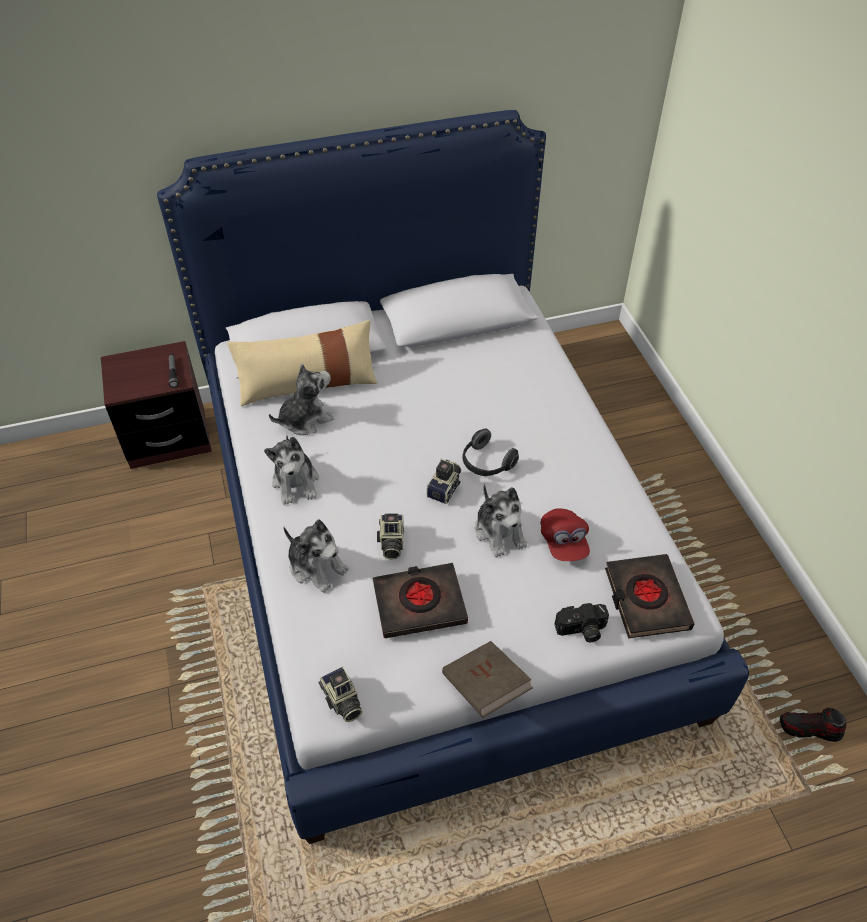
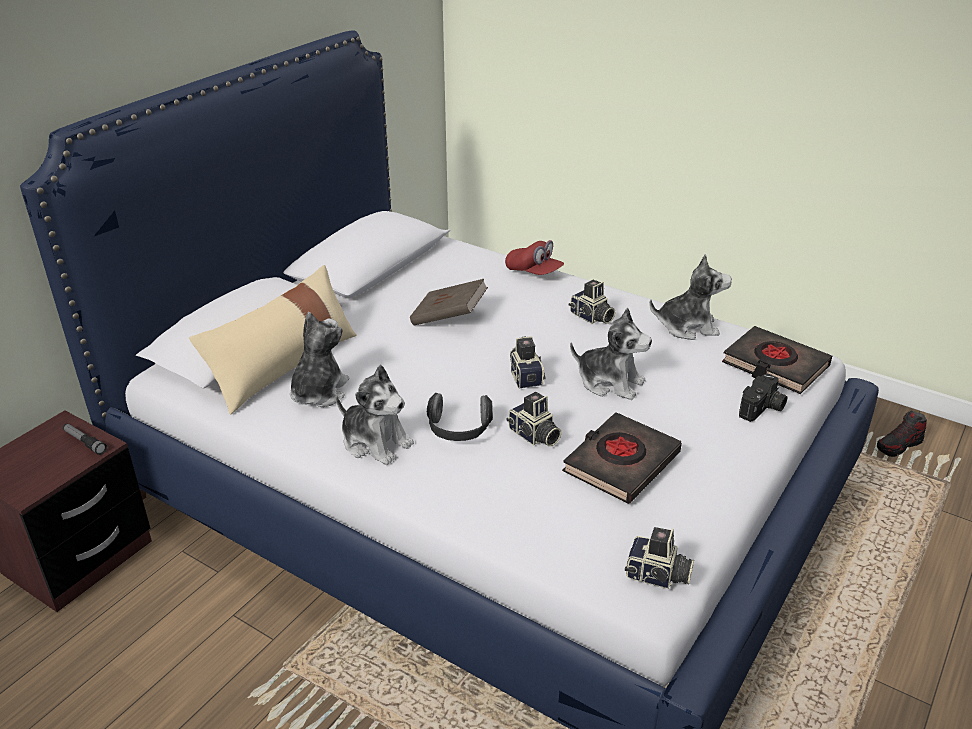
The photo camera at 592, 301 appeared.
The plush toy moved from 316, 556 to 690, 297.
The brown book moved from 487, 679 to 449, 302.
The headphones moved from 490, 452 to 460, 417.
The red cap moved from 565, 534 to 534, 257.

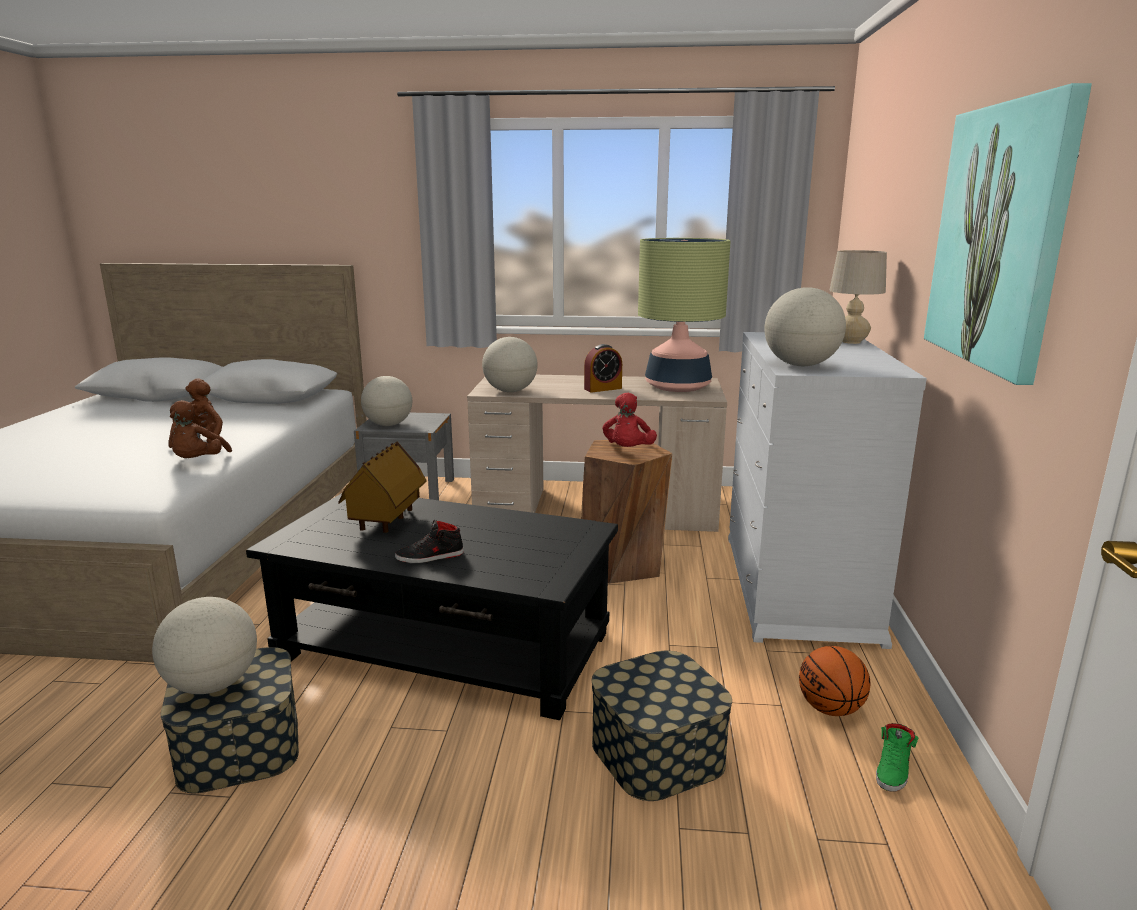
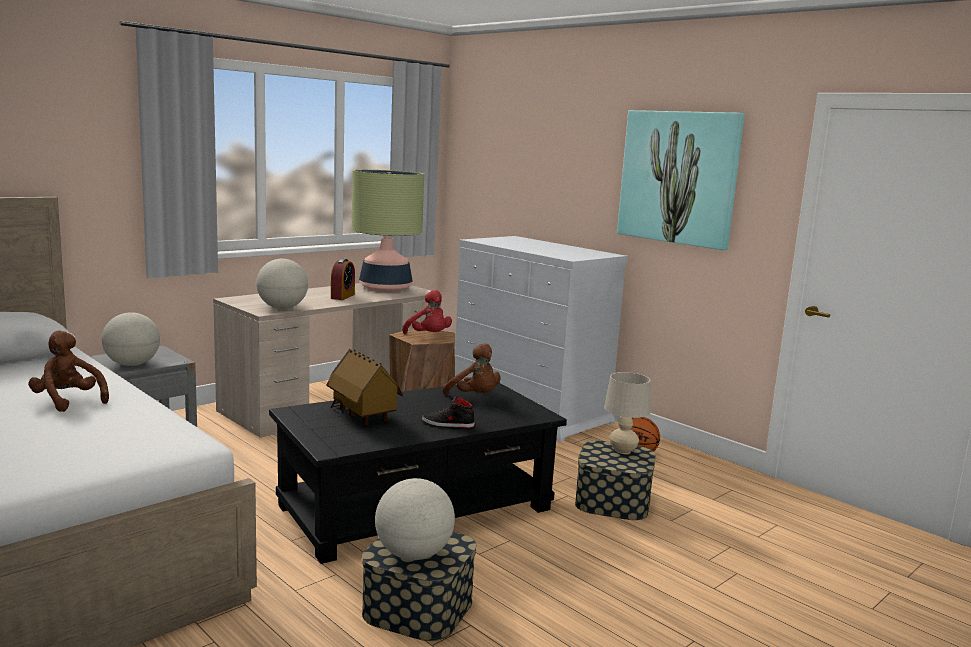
The globe at 805, 326 disappeared.
The green shoe at 897, 757 disappeared.
The brown plush toy moved from 201, 429 to 471, 369.
The beige table lamp moved from 858, 297 to 627, 413.
The black shoe at 429, 541 turned 75 degrees clockwise.

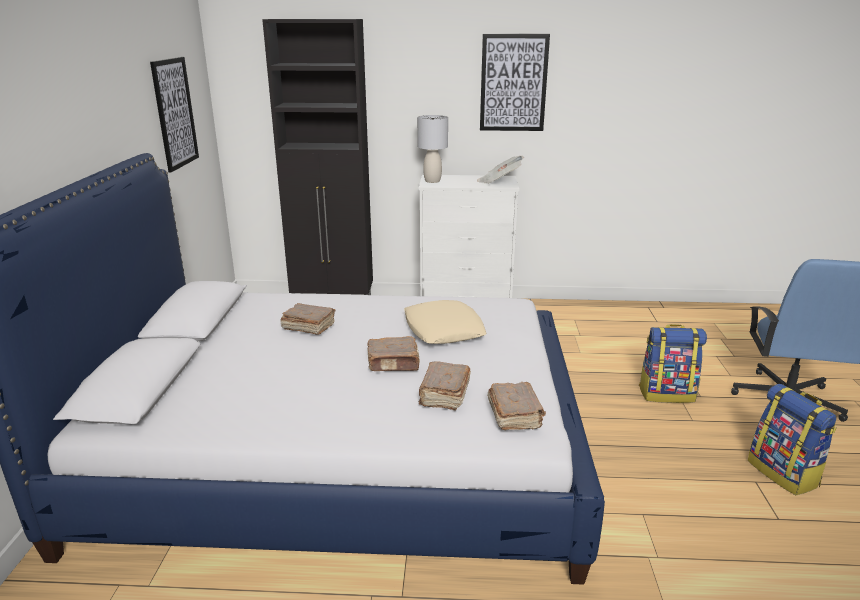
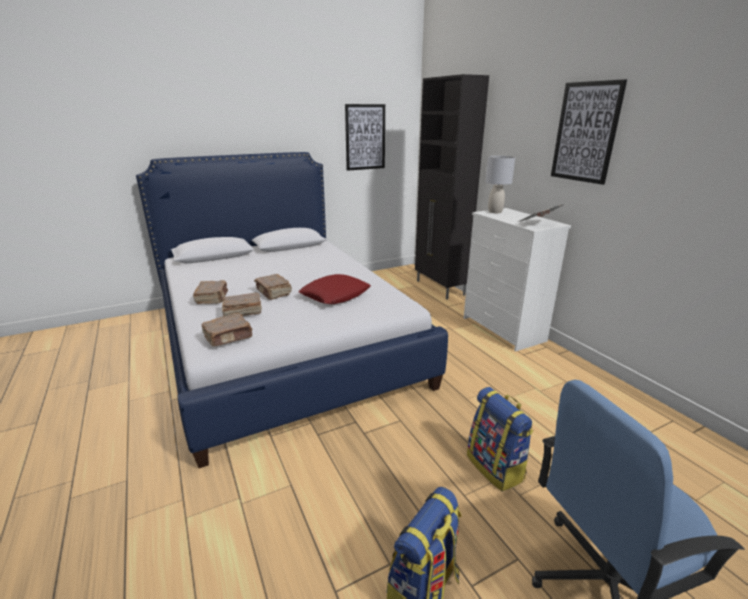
The brown book moved from 308, 319 to 210, 292.
The beige pillow at 445, 322 became the red pillow at 334, 289.

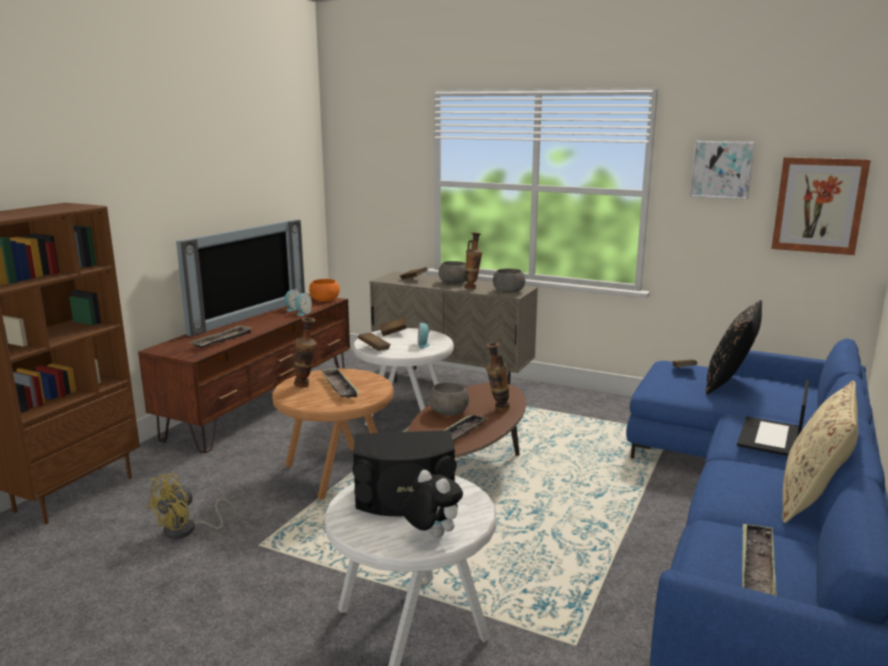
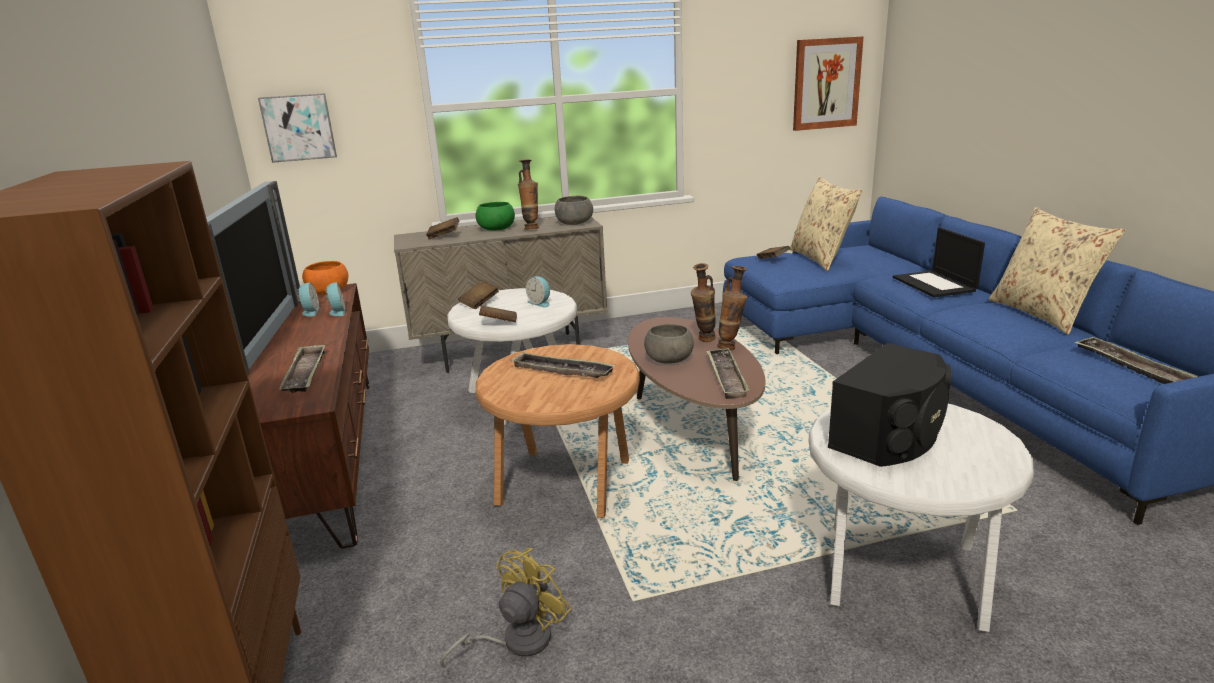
The plush toy at 432, 504 disappeared.
The vase moved from 305, 352 to 732, 308.
The picture moved from 722, 170 to 297, 128.
The grey bowl at 452, 272 became the green bowl at 495, 216.
The black pillow at 734, 347 became the beige pillow at 826, 224.
The yellow fan at 191, 506 turned 135 degrees counterclockwise.

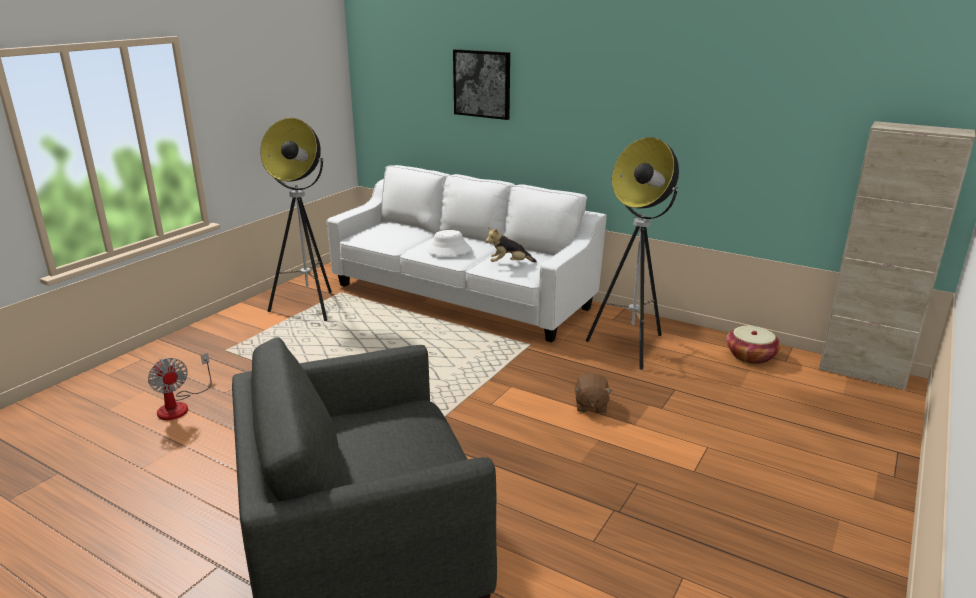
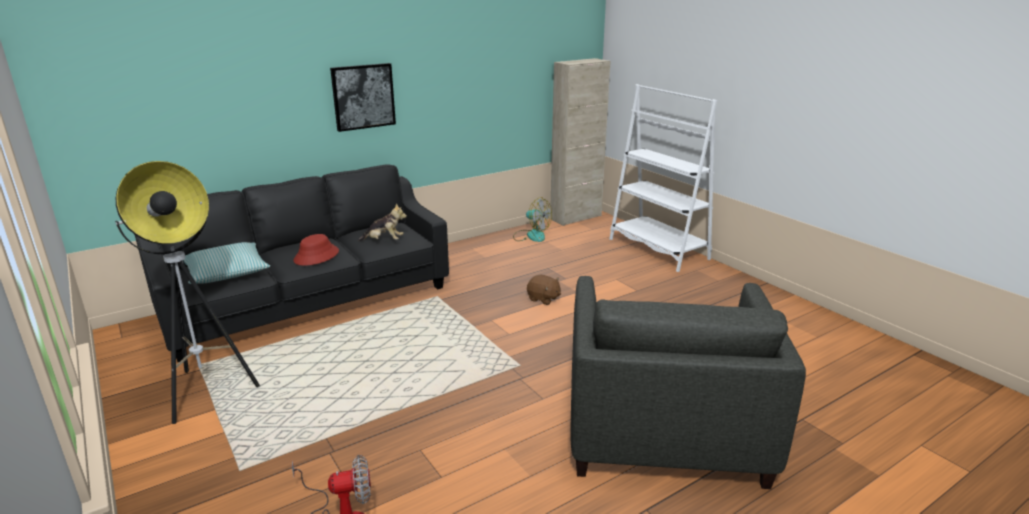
The floor lamp at 632, 253 disappeared.
The pillow at 226, 263 appeared.
The white bookcase at 663, 178 appeared.
The picture moved from 481, 84 to 363, 97.
The basket at 753, 344 was replaced by the fan at 532, 219.
The white sofa at 467, 253 became the black sofa at 292, 263.
The white hat at 449, 243 became the red hat at 316, 250.
The plush toy at 511, 244 turned 105 degrees counterclockwise.

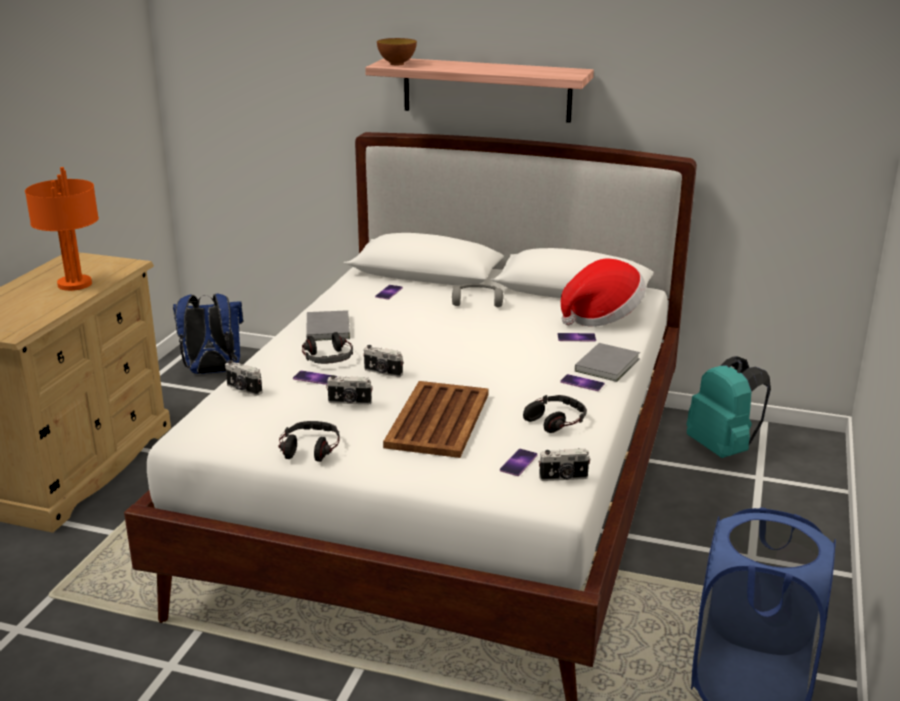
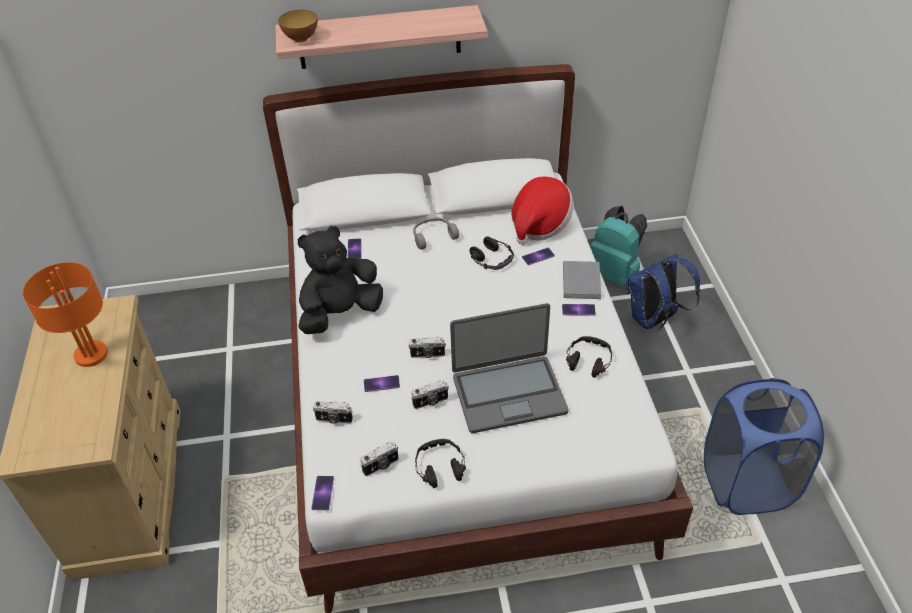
The blue backpack moved from 208, 333 to 663, 292.
The headphones moved from 327, 348 to 491, 253.
The phone moved from 519, 462 to 322, 493.
The photo camera moved from 564, 464 to 379, 458.
The grey book at 328, 325 was replaced by the black plush toy at 340, 280.
The brown tray at 436, 419 was replaced by the laptop at 509, 368.

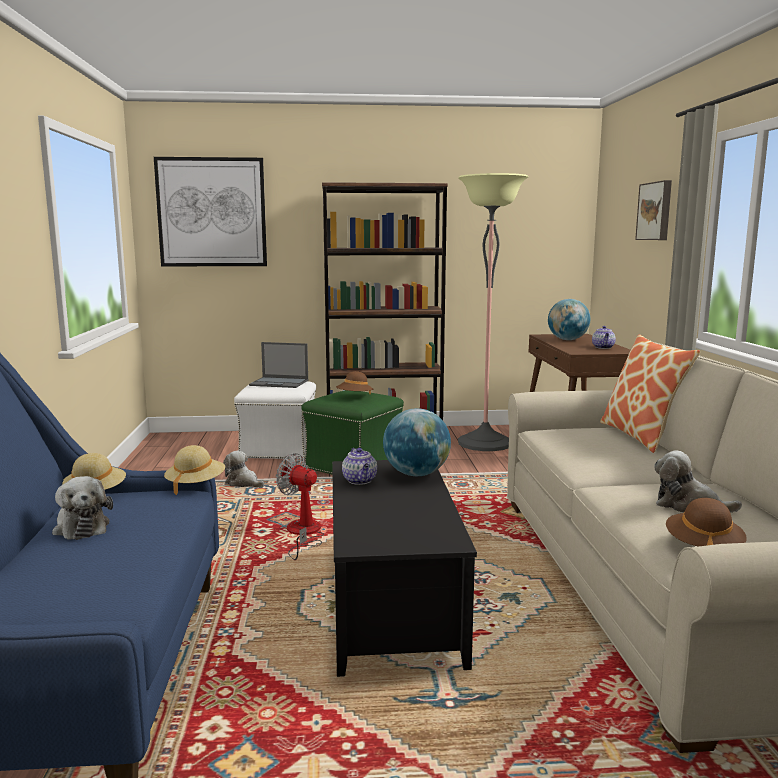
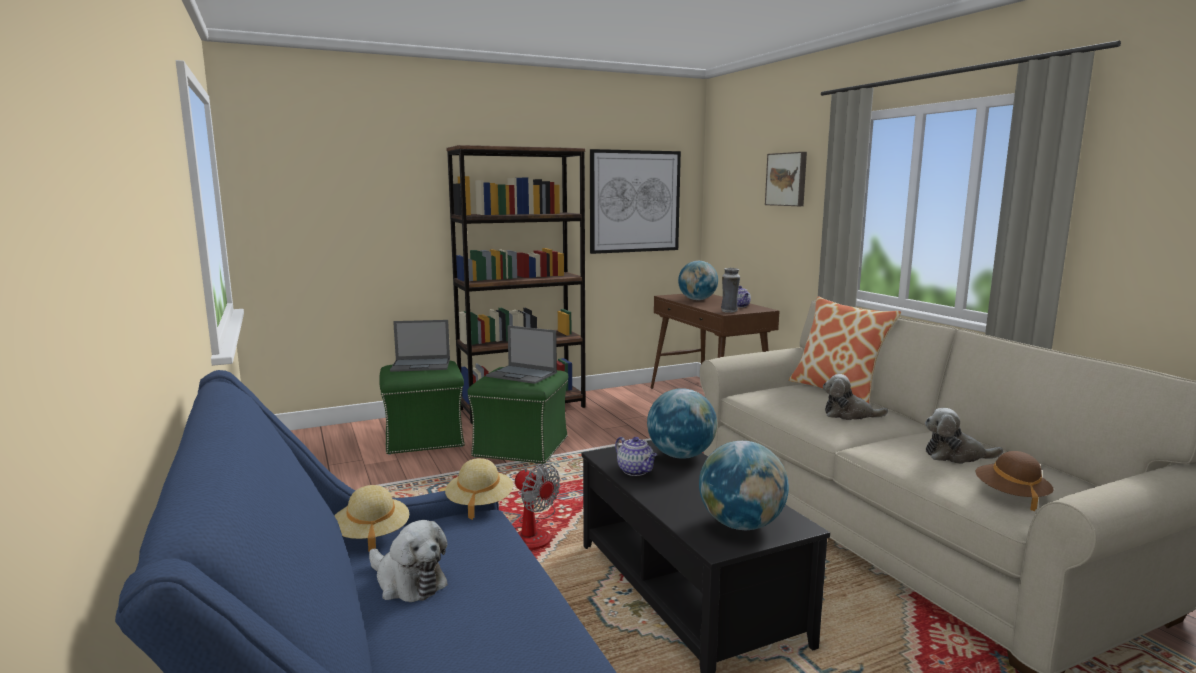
The floor lamp at 493, 312 disappeared.
The globe at 744, 486 appeared.
The vase at 730, 290 appeared.
The picture moved from 210, 211 to 635, 201.
The plush toy moved from 243, 469 to 855, 397.
The brown hat at 354, 382 was replaced by the laptop at 521, 354.
The white ottoman at 275, 420 became the green ottoman at 422, 408.
The fan at 300, 506 turned 150 degrees counterclockwise.

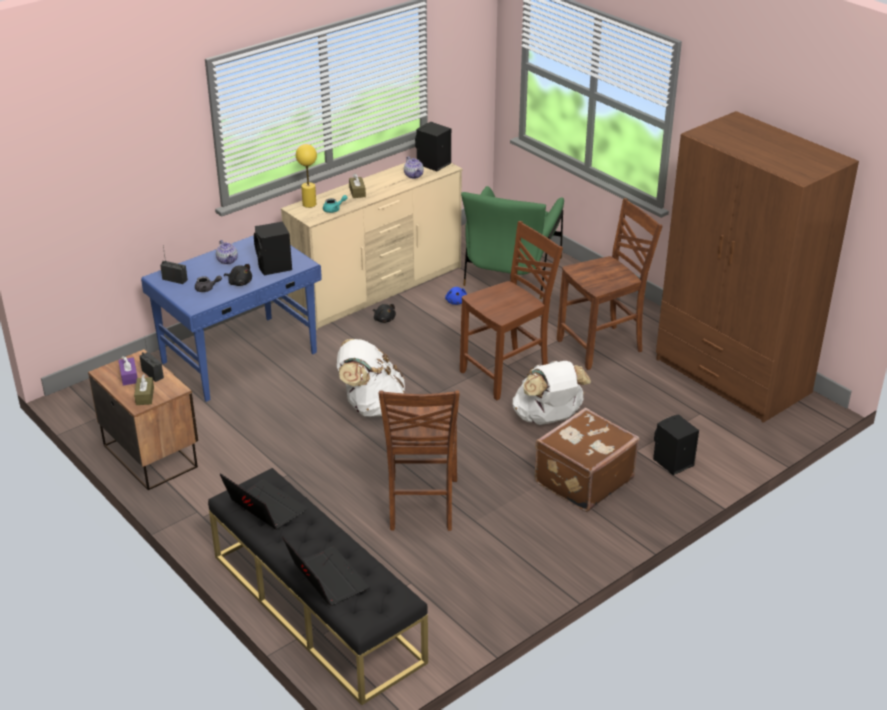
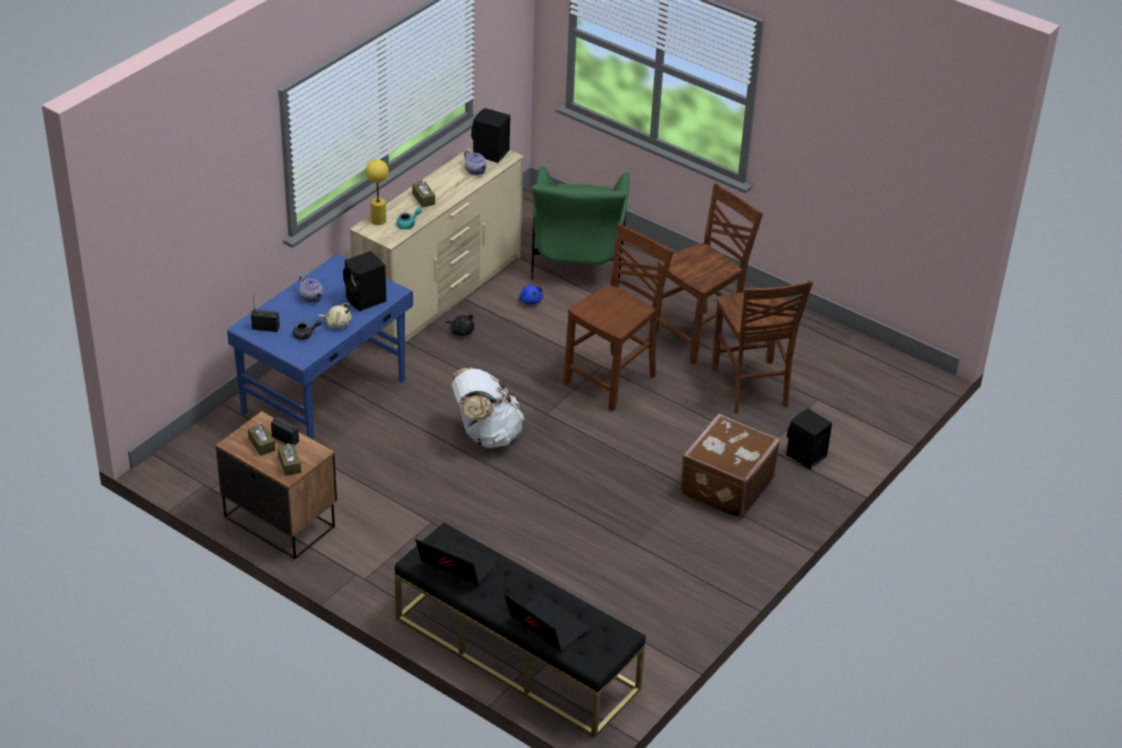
The white backpack at 551, 393 disappeared.
The brown wardrobe at 757, 267 disappeared.
The brown chair moved from 419, 460 to 762, 347.
The purple tissue box at 128, 371 became the brown tissue box at 261, 440.
The black plush toy at 238, 275 became the beige plush toy at 335, 315.

